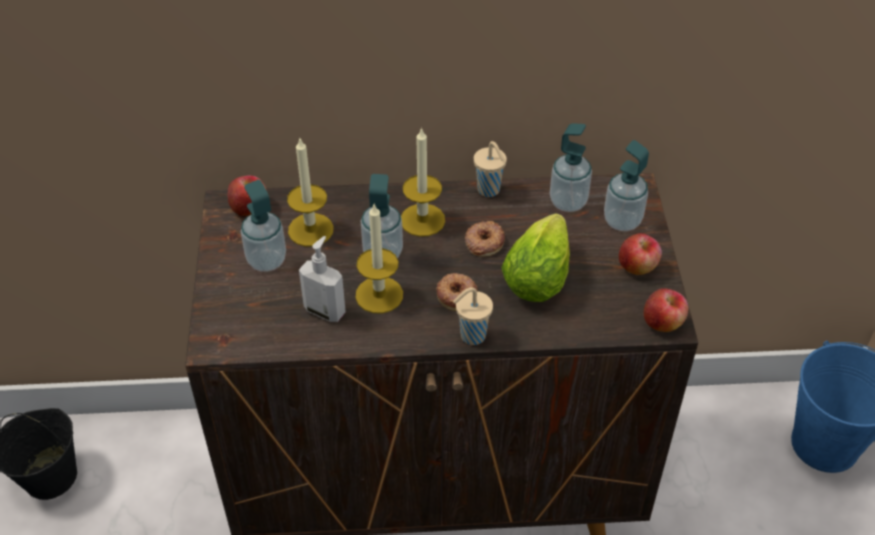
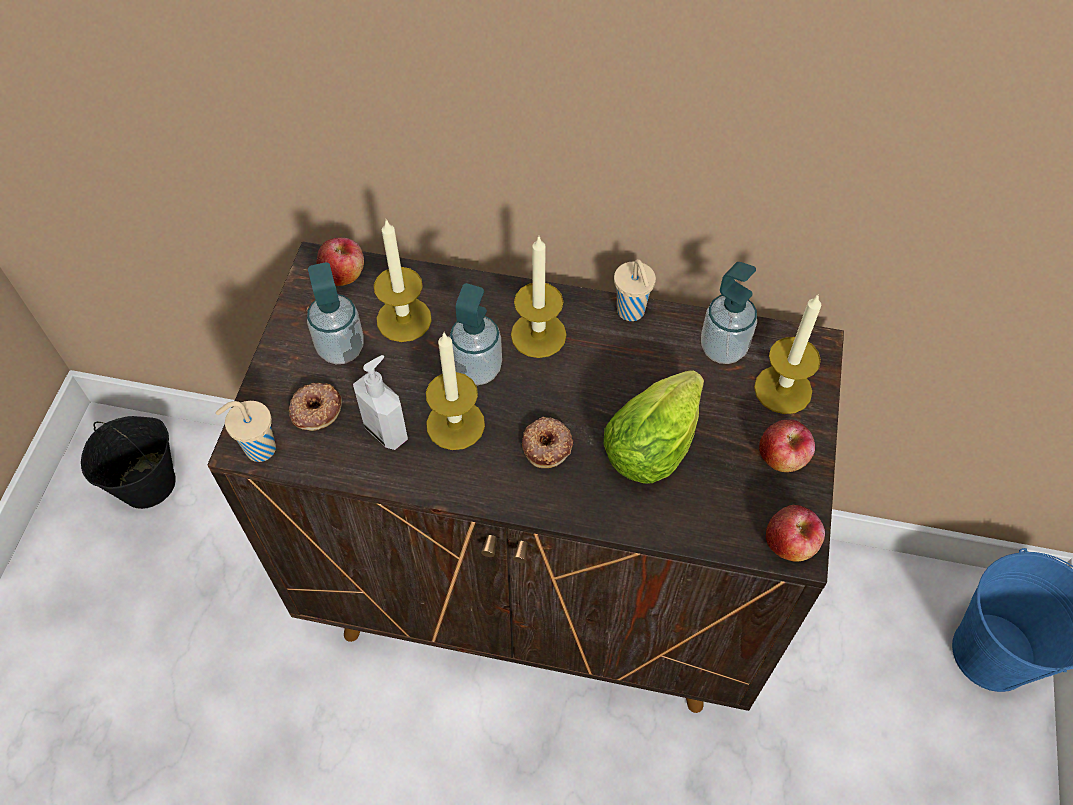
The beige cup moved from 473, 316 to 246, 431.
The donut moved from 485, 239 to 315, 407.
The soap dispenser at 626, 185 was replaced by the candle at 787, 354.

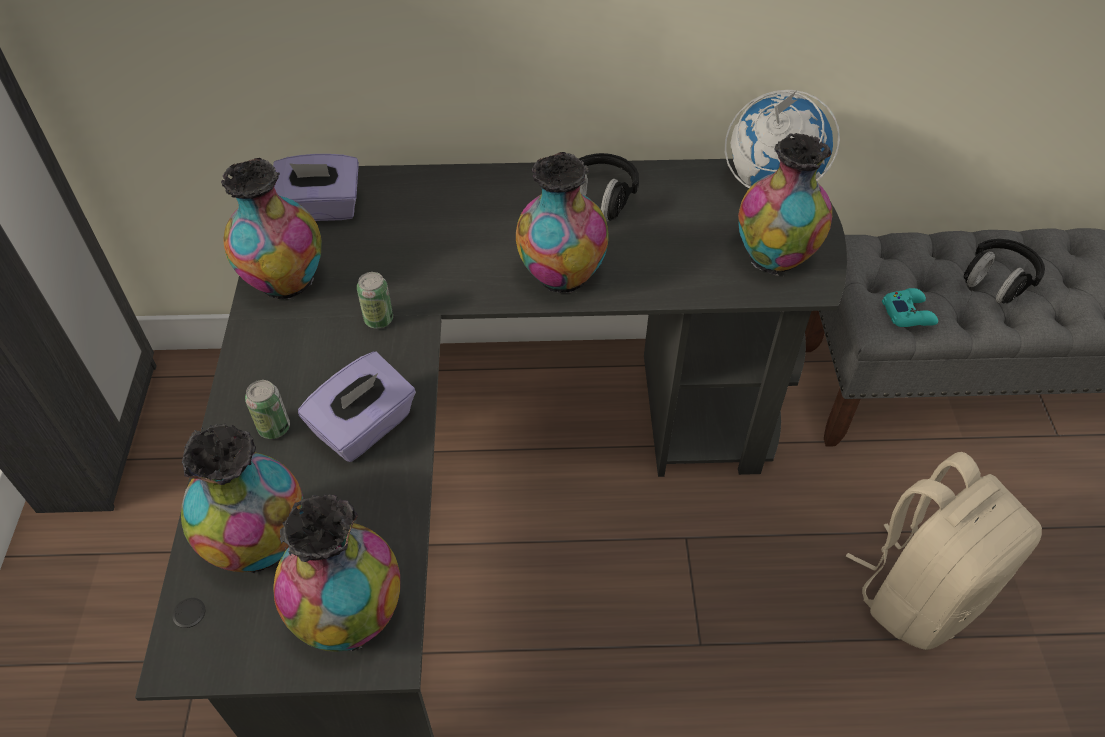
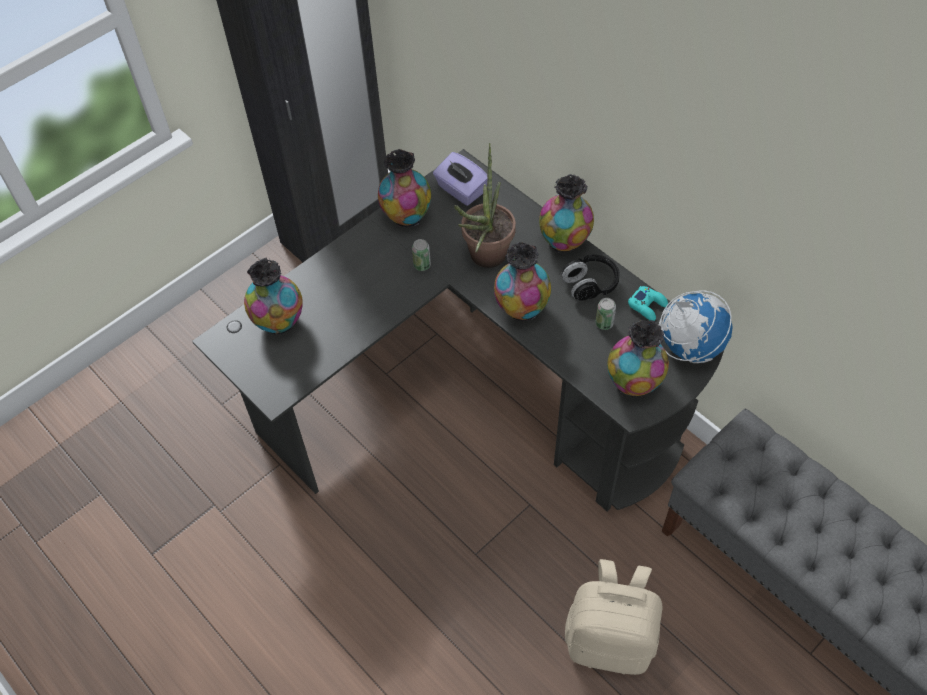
The purple tissue box at 357, 406 disappeared.
The black headphones at 1004, 271 disappeared.
The potted plant at 485, 205 appeared.
The can moved from 267, 409 to 605, 314.
The vase moved from 336, 573 to 566, 213.
The turquoise game controller moved from 910, 307 to 648, 303.

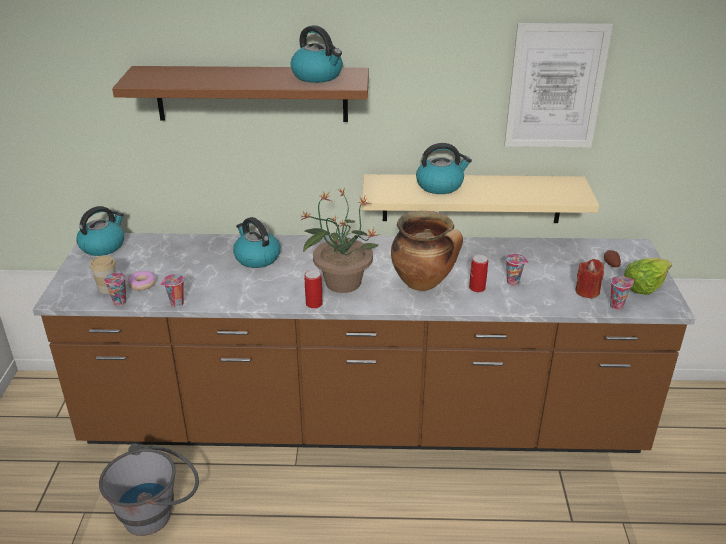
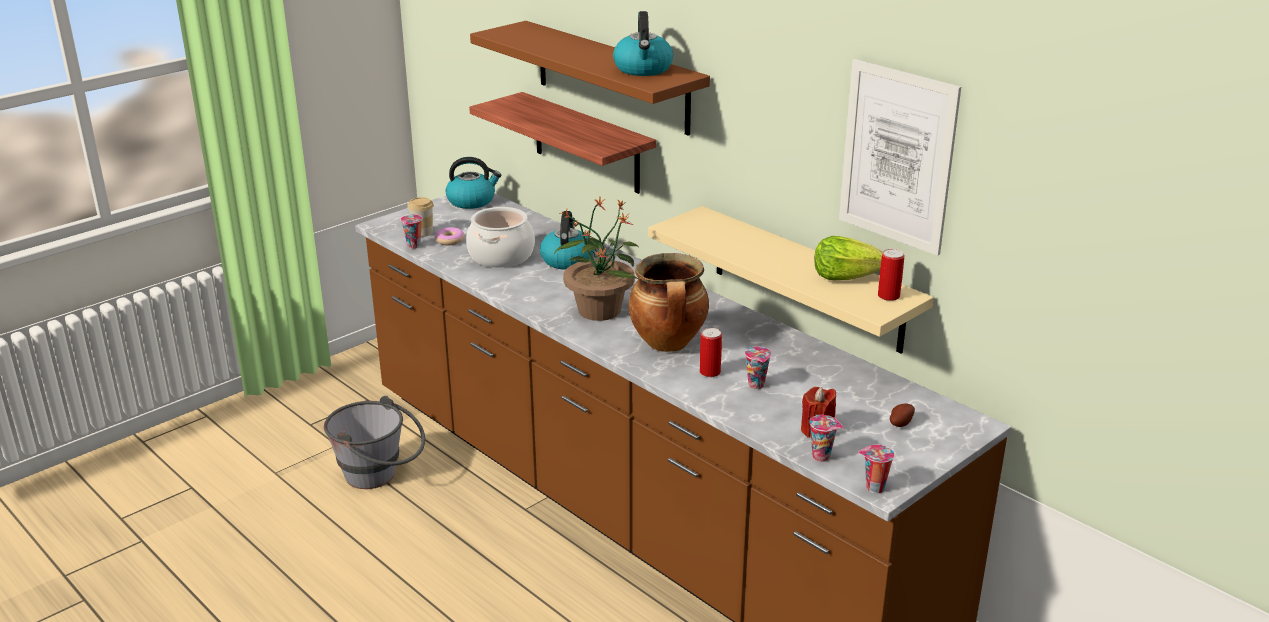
The kettle at 444, 168 disappeared.
The cooking pot at 500, 237 appeared.
The shelf at 562, 143 appeared.
The cup moved from 172, 290 to 876, 469.
The can moved from 314, 289 to 891, 275.
The lettuce moved from 648, 276 to 848, 258.

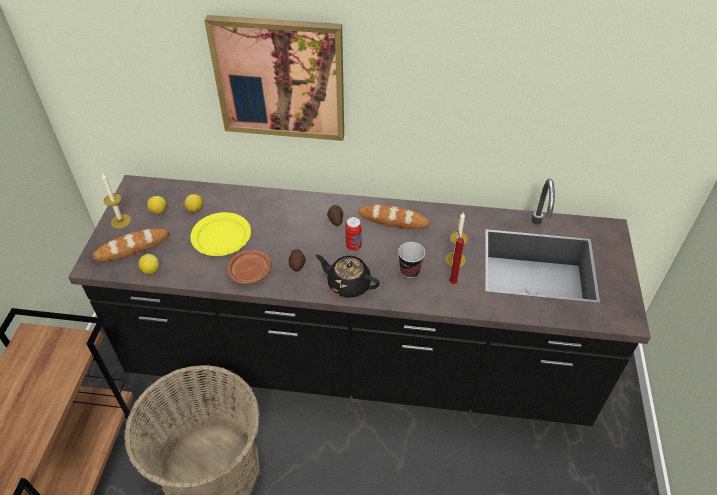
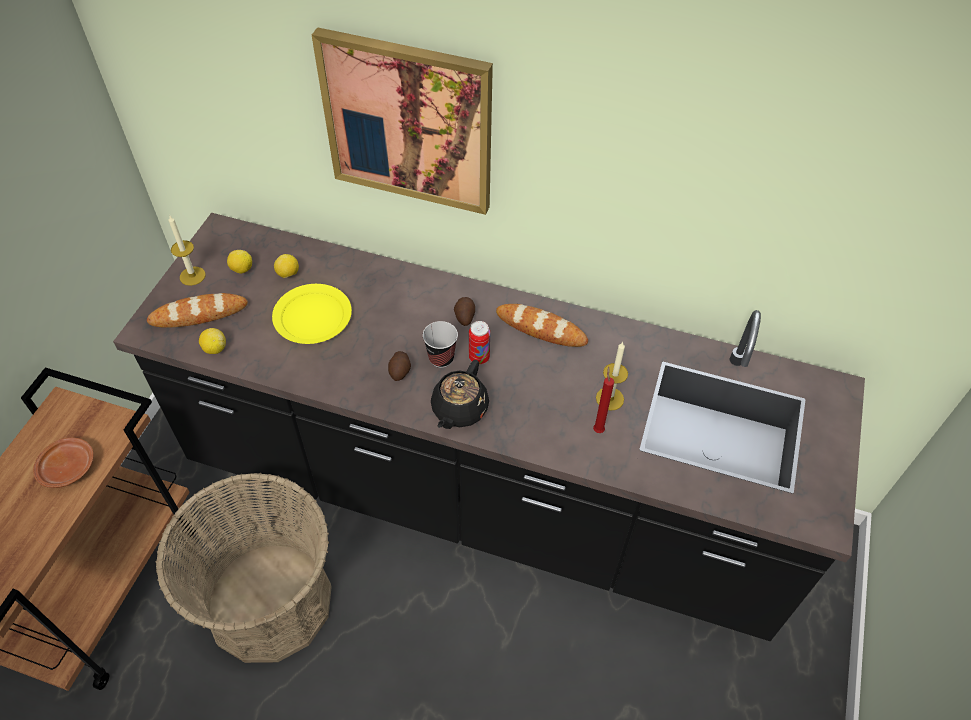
The brown plate moved from 249, 267 to 63, 463.
The cup moved from 411, 260 to 440, 344.
The black teapot at 348, 276 turned 105 degrees counterclockwise.

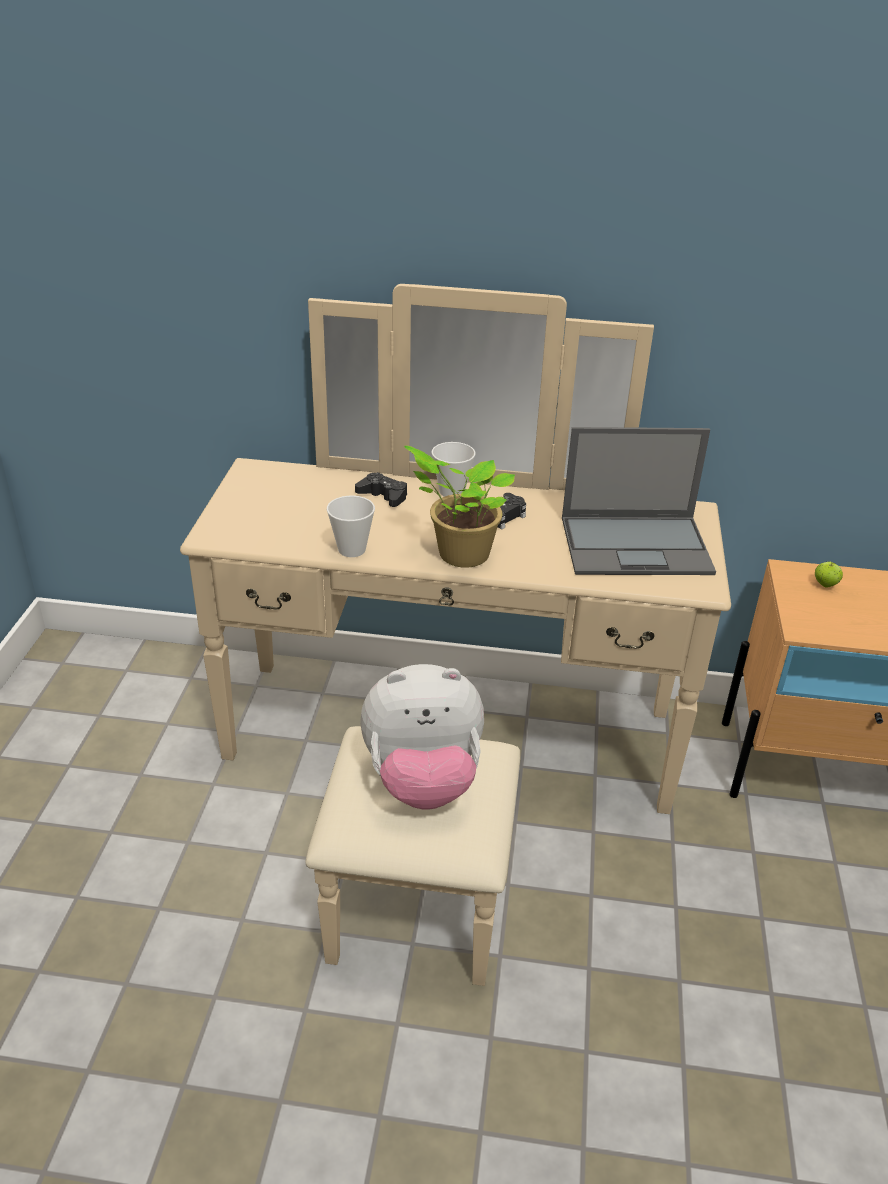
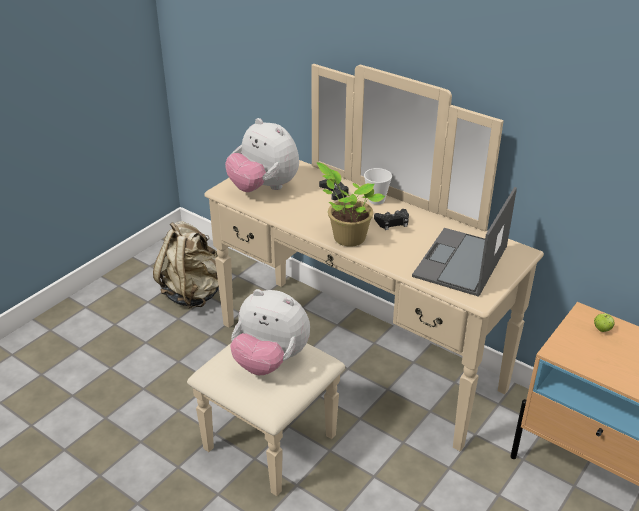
The cup at 351, 526 disappeared.
The beige backpack at 186, 264 appeared.
The plush toy at 262, 155 appeared.
The laptop at 639, 501 turned 90 degrees clockwise.

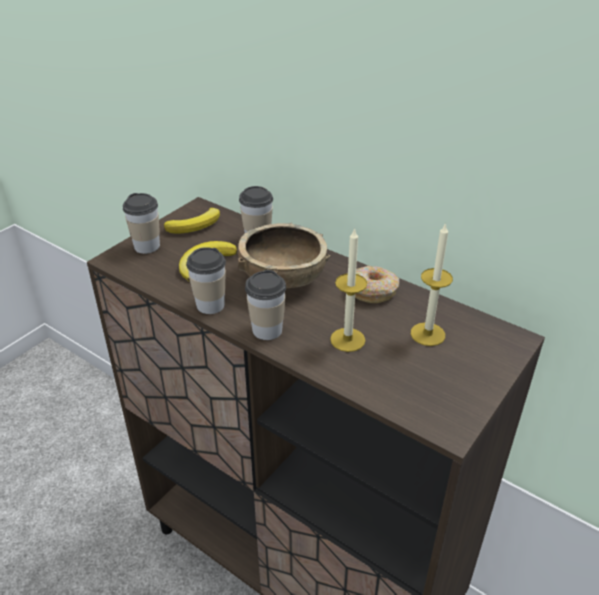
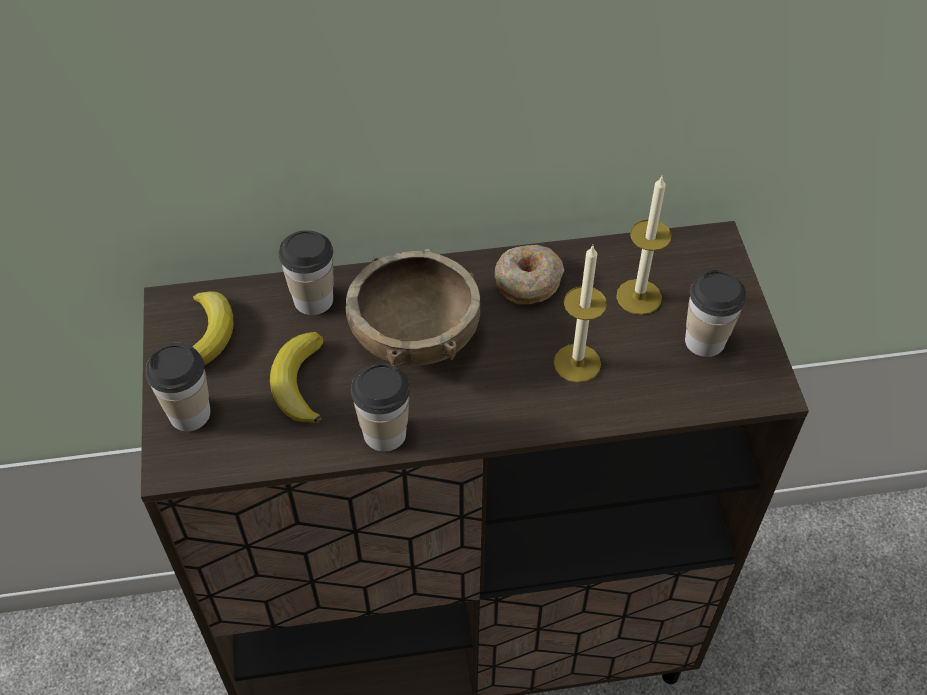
The cup moved from 265, 305 to 715, 313.

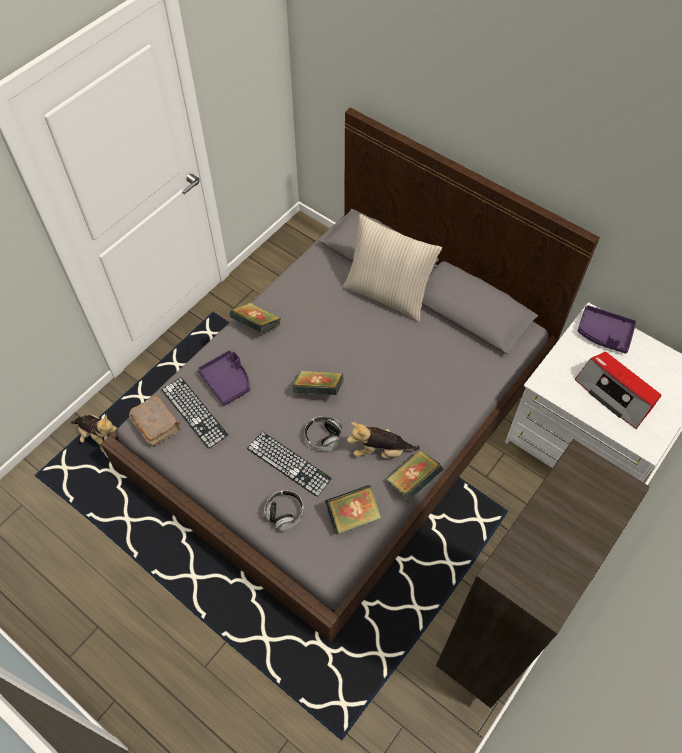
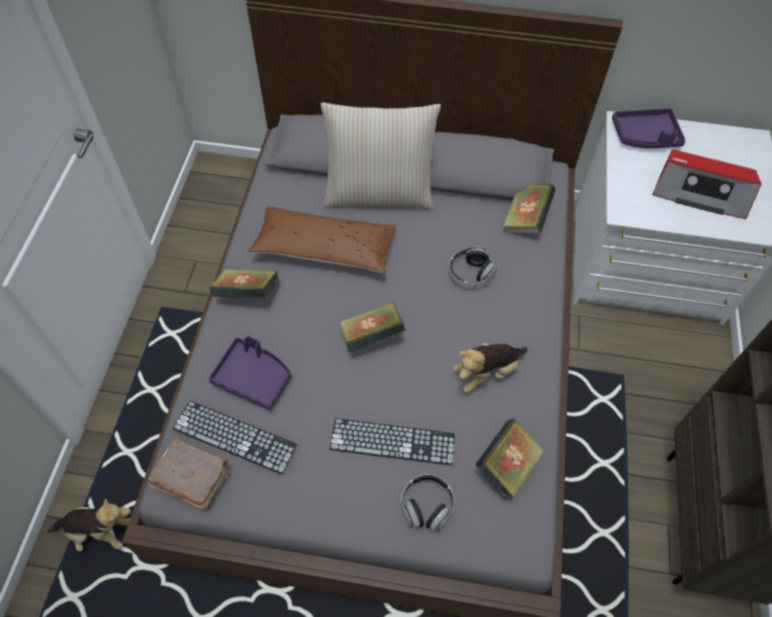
The brown pillow at 322, 239 appeared.
The headphones moved from 323, 433 to 473, 267.
The book moved from 414, 475 to 529, 209.

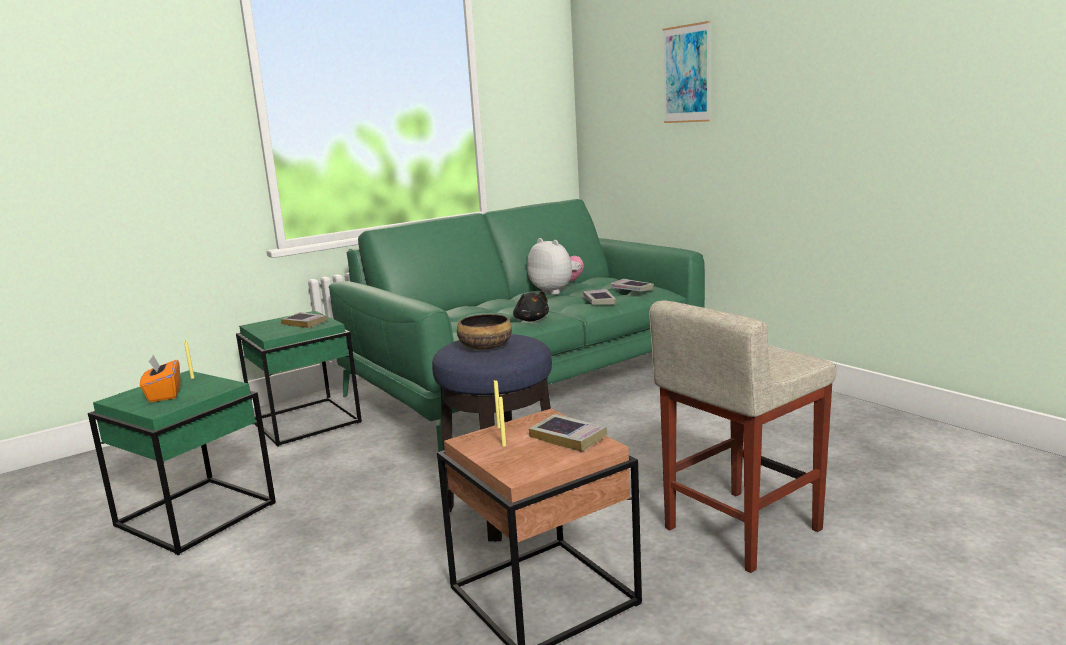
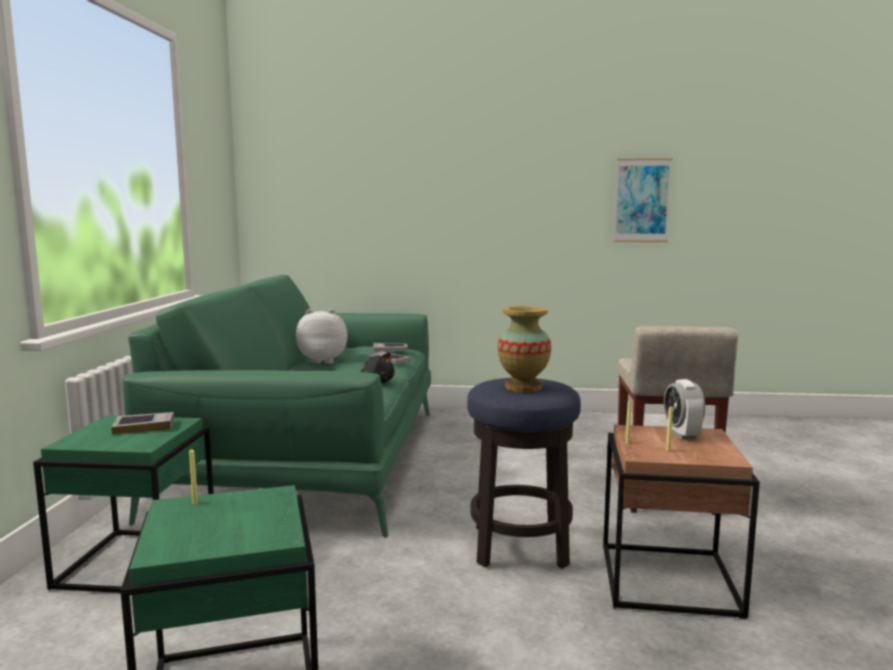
The orange tissue box at 160, 378 disappeared.
The picture moved from 686, 72 to 643, 200.
The bowl at 484, 332 was replaced by the vase at 524, 349.
The book at 568, 433 was replaced by the alarm clock at 684, 409.

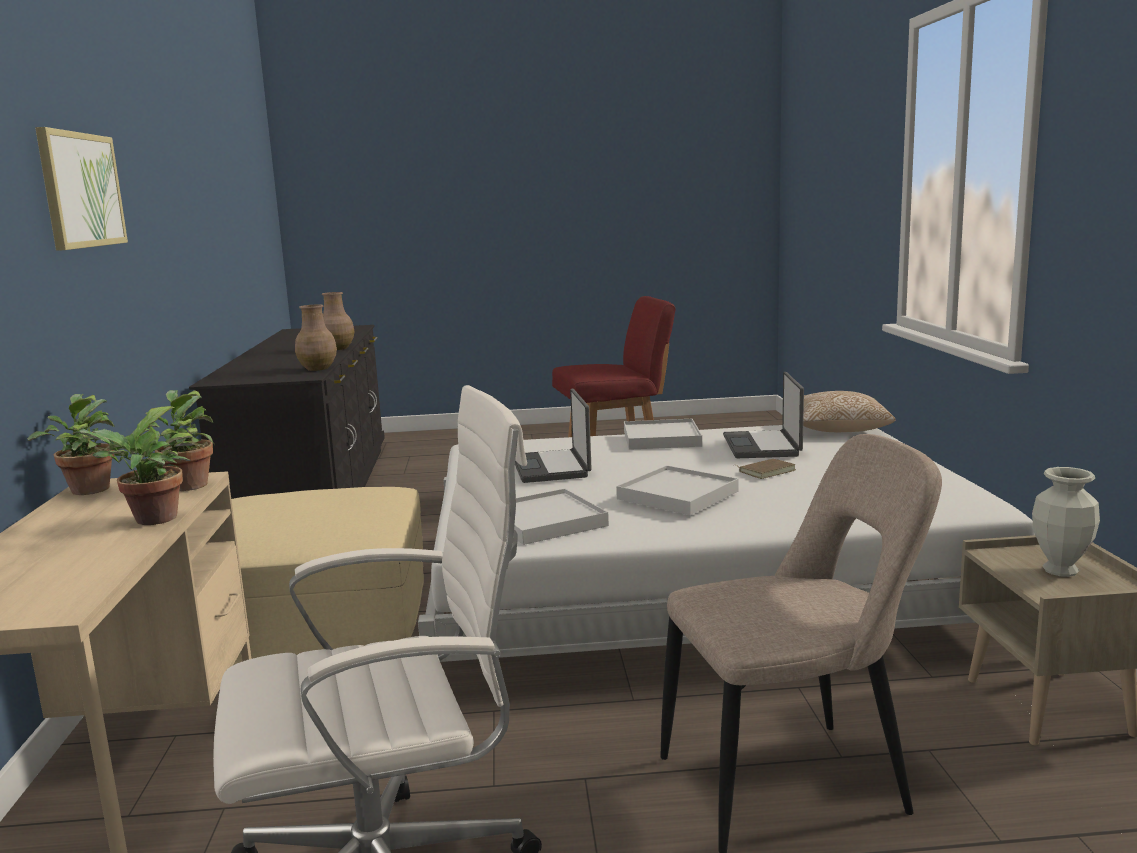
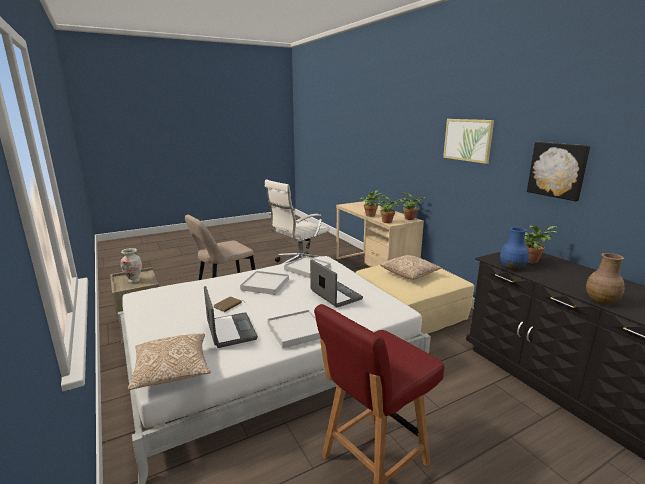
The pillow at 410, 267 appeared.
The potted plant at 541, 244 appeared.
The picture at 558, 171 appeared.
The brown vase at 316, 338 became the blue vase at 514, 248.

